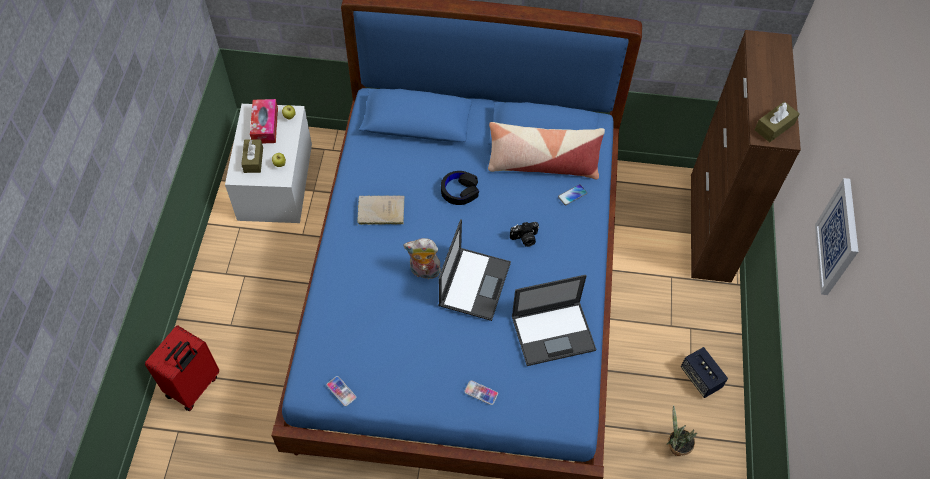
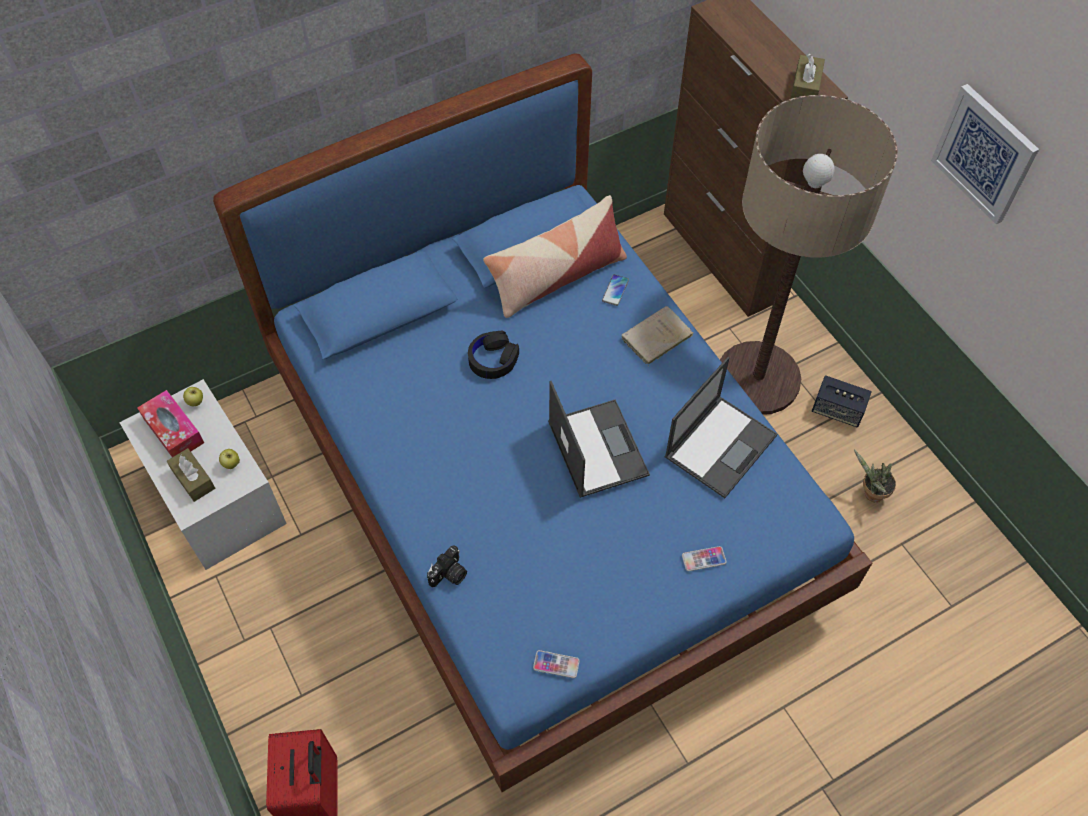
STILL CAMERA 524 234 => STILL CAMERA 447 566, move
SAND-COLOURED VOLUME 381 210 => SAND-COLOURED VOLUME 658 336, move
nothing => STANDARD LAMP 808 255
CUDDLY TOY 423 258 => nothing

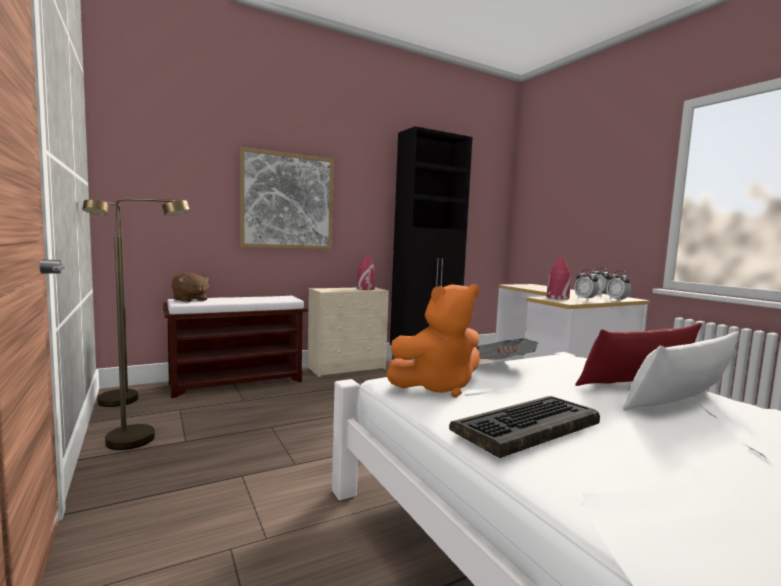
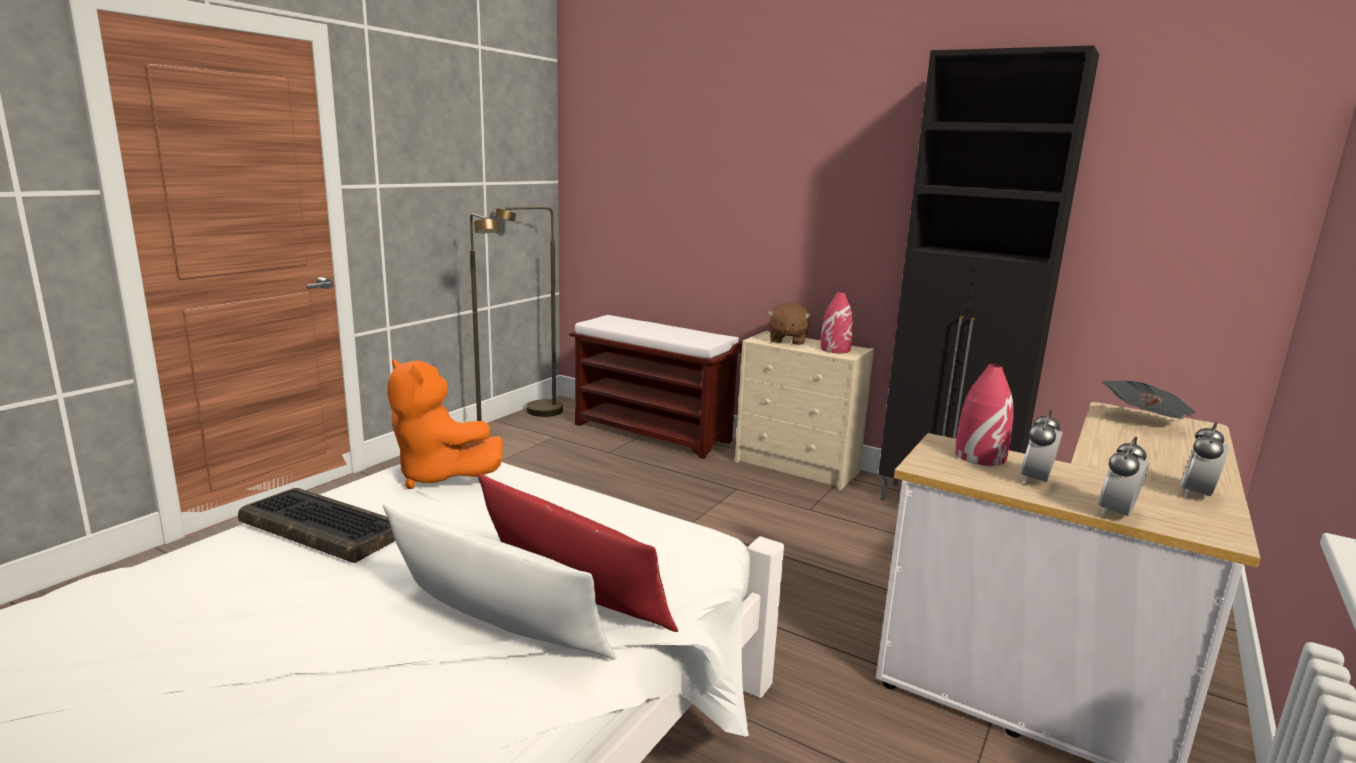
BROWN-COLOURED CUDDLY TOY 191 287 => BROWN-COLOURED CUDDLY TOY 789 323, move
PRINTED PAPER 507 349 => PRINTED PAPER 1148 399, move
WALL PICTURE 287 198 => nothing

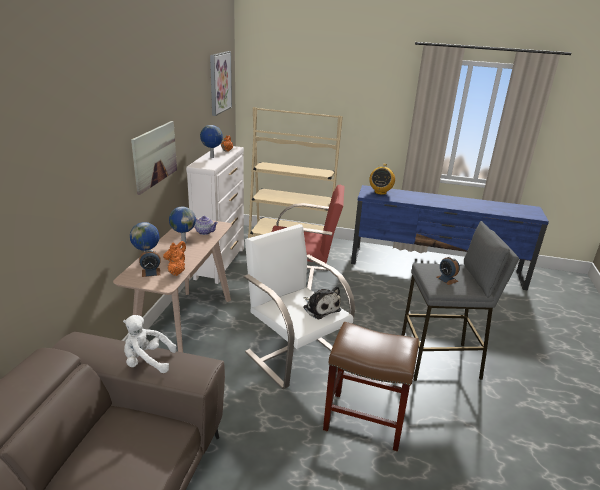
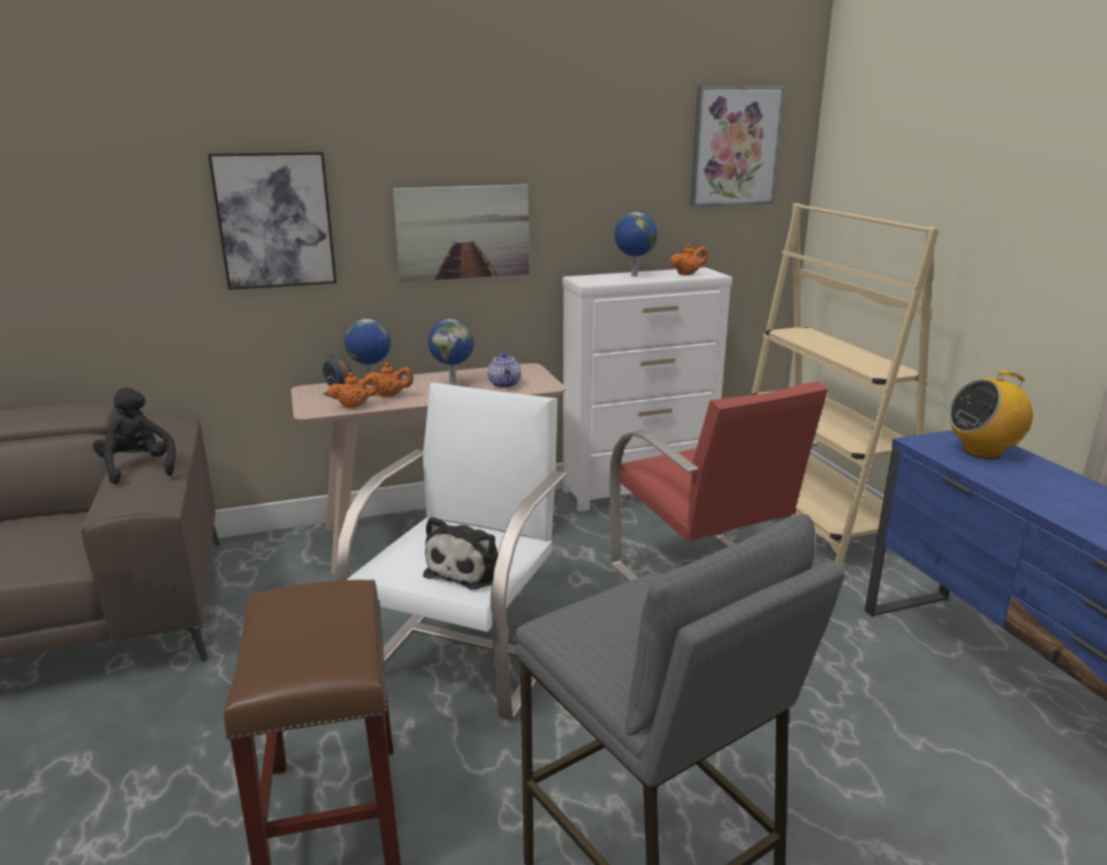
WHITISH CUDDLY TOY 150 344 => BLACKISH CUDDLY TOY 134 436
nothing => WALL PICTURE 272 221
ALARM CLOCK 448 270 => nothing

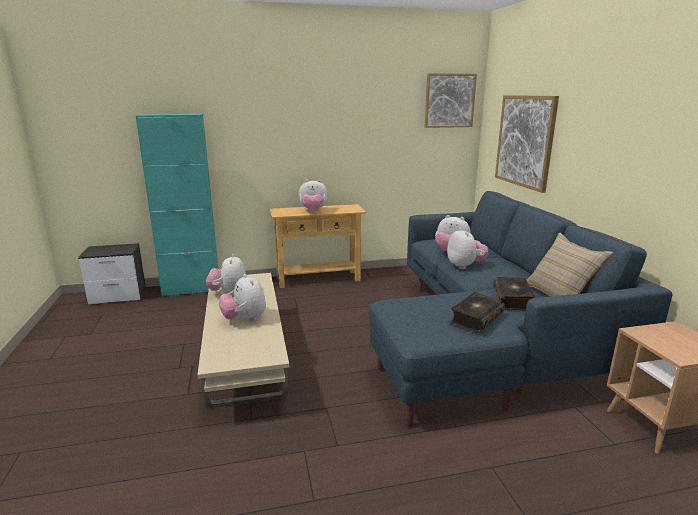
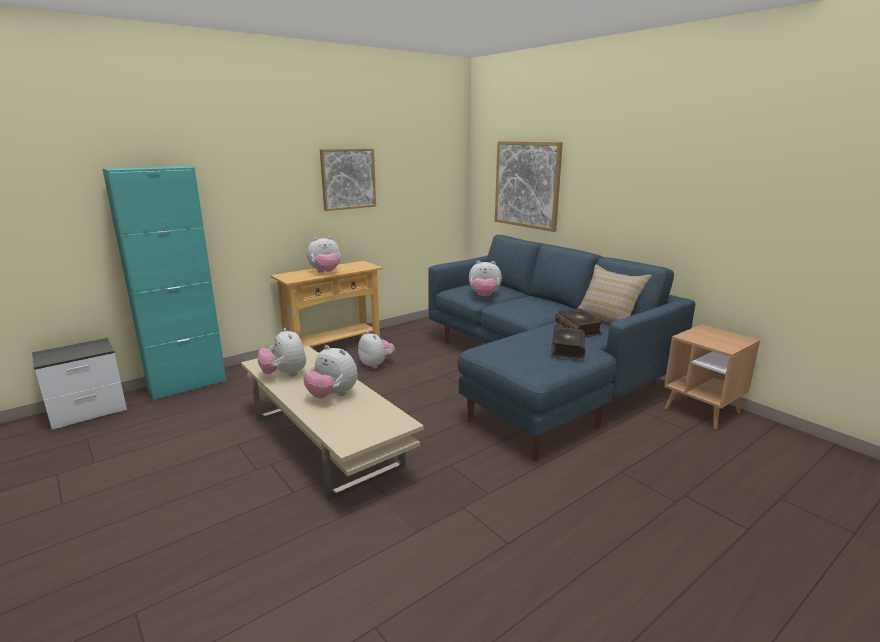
WALL PICTURE 451 100 => WALL PICTURE 348 179, move
CUDDLY TOY 467 248 => CUDDLY TOY 376 350, move

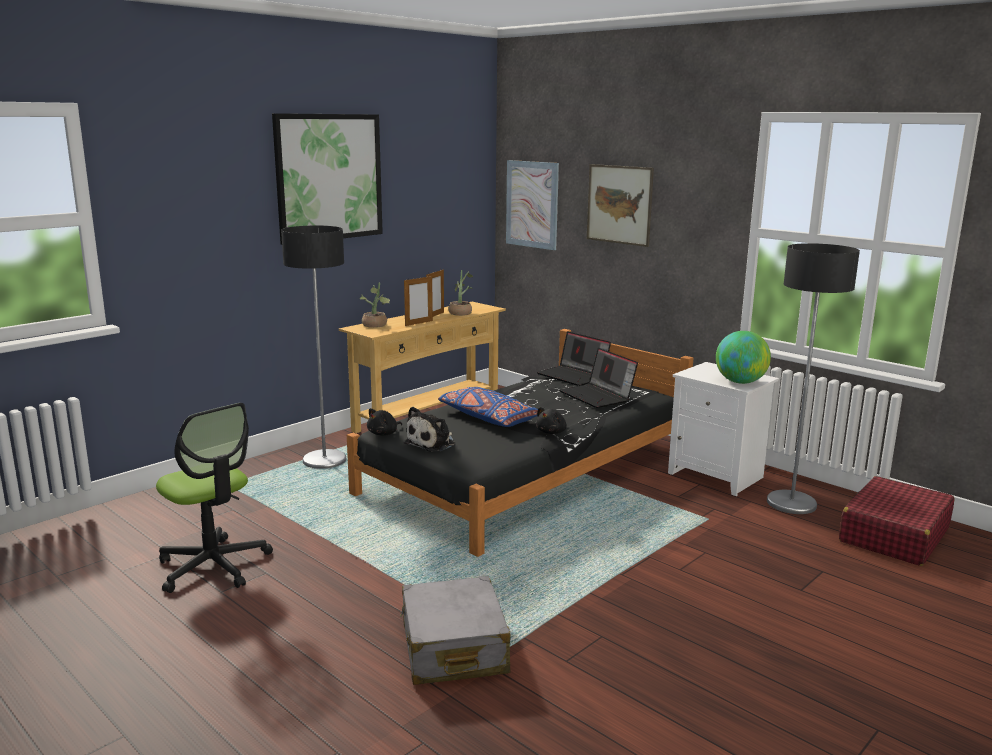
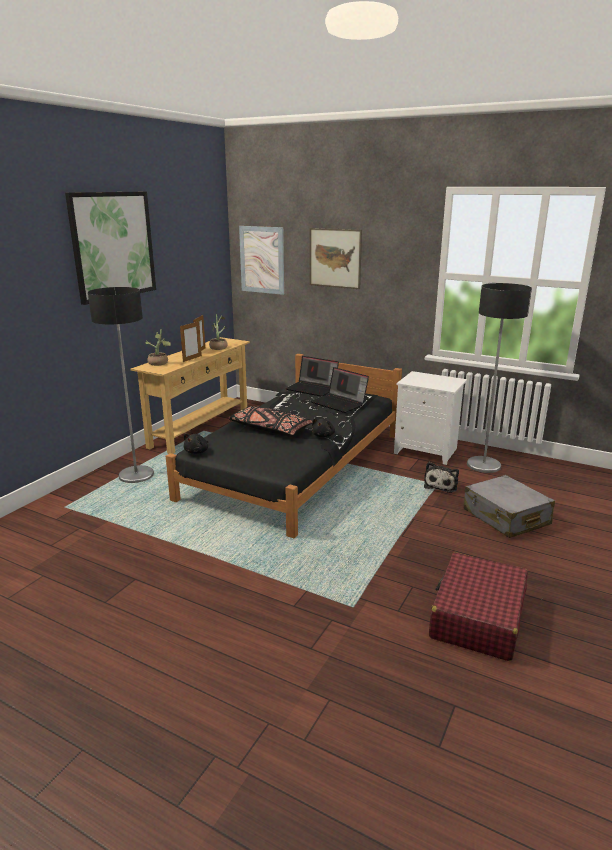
BLUE CUSHION 488 407 => BLACKISH CUSHION 270 421
CUDDLY TOY 429 429 => CUDDLY TOY 441 477, move
RED TRAVEL CASE 897 521 => RED TRAVEL CASE 478 606, move
GREYISH TRAVEL CASE 455 630 => GREYISH TRAVEL CASE 509 506, move
DESK CHAIR 214 498 => nothing
DESK GLOBE 743 357 => nothing

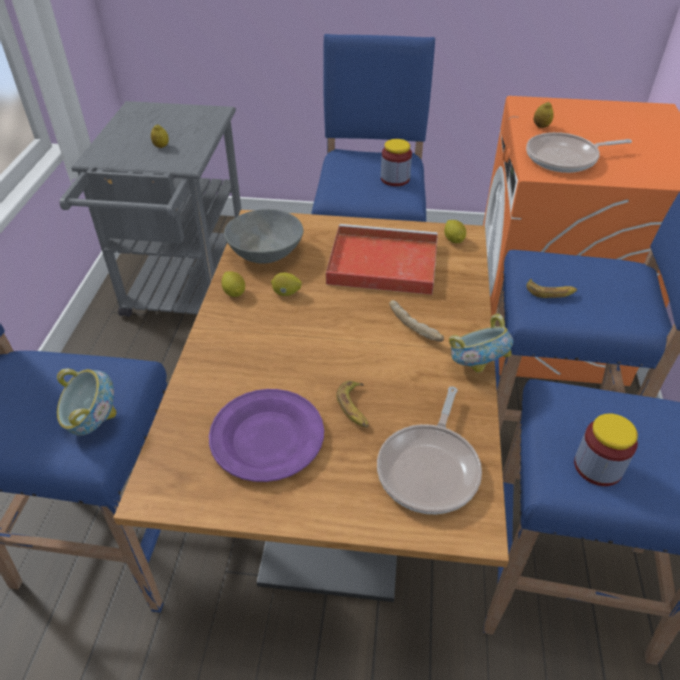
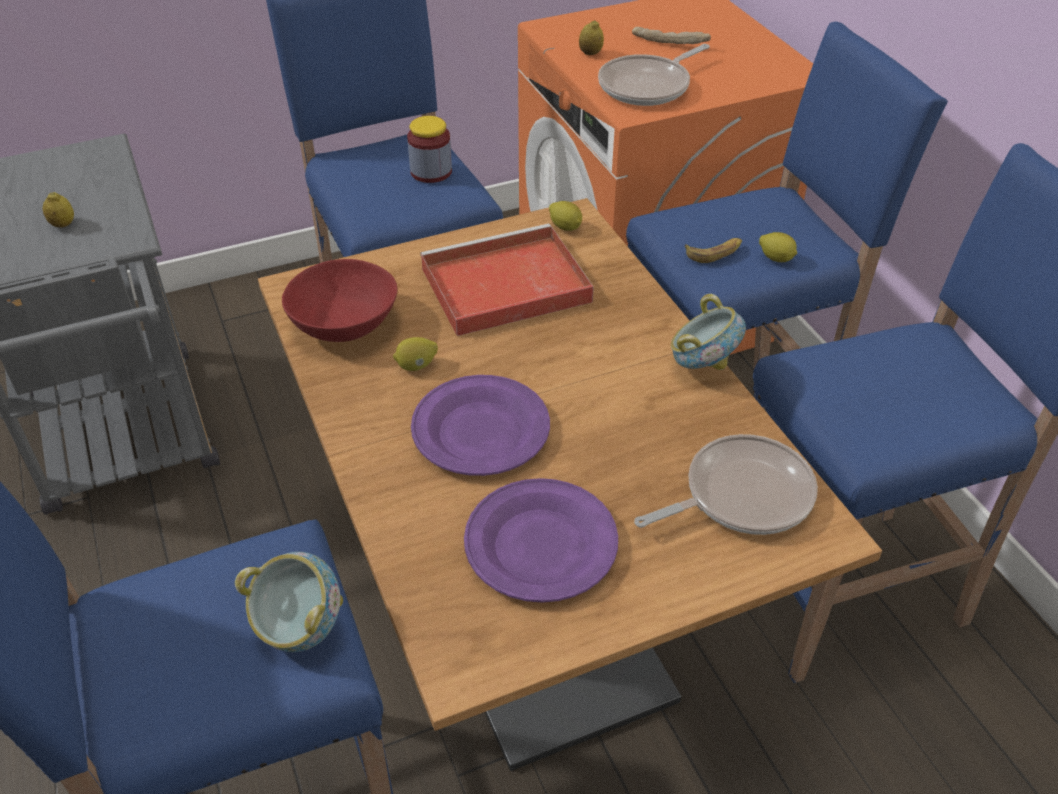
GREYISH DEEP DISH 263 236 => RED DEEP DISH 339 300
nothing => PURPLISH DINNER PLATE 480 425
BAKED BREAD 416 321 => BAKED BREAD 671 35, move
PAN 429 450 => PAN 726 484, 105 degrees counterclockwise
WHOLE LEMON 233 284 => WHOLE LEMON 778 247, move
WHOLE BANANA 352 404 => nothing
STORAGE JAR 606 449 => nothing

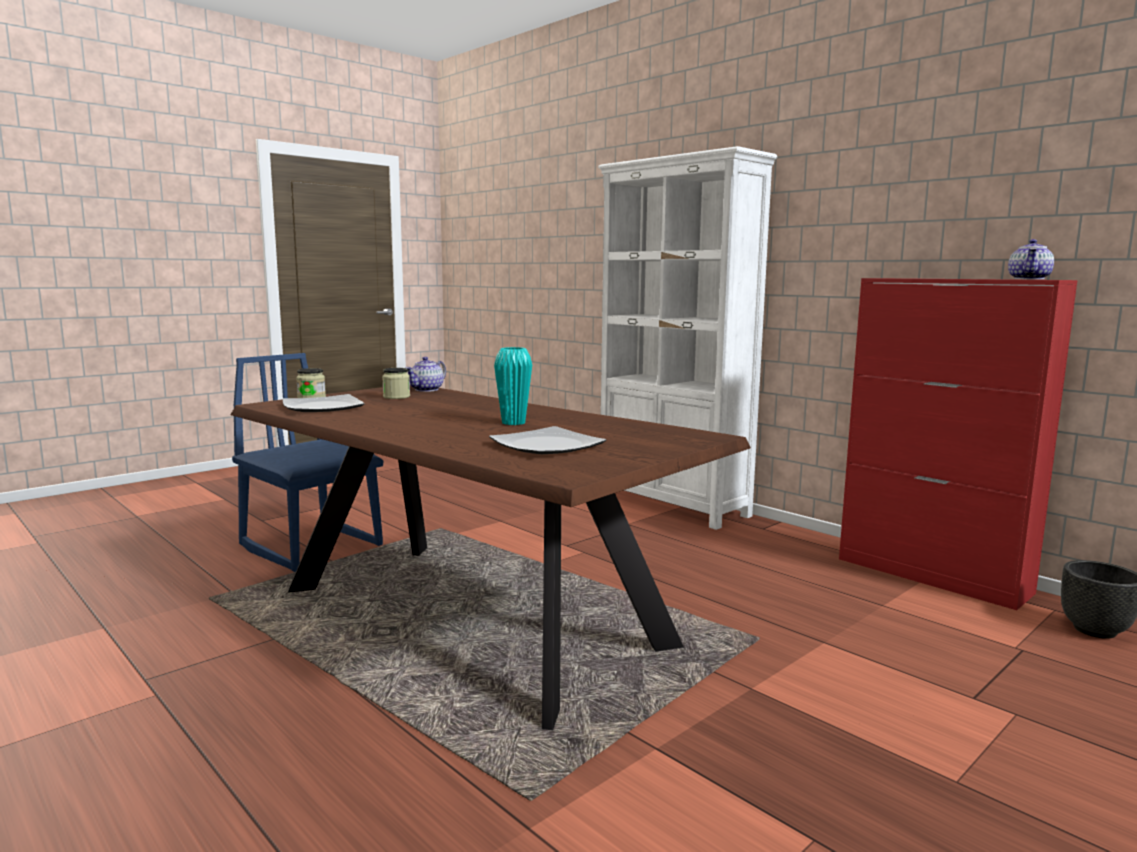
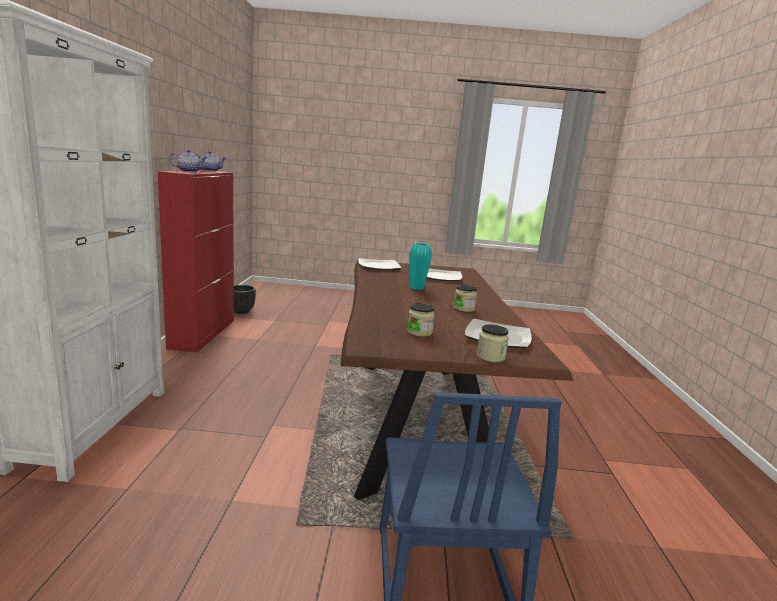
TEA POT 426 374 => TEA POT 189 161, move
nothing => DINNER PLATE 379 264
nothing => STORAGE JAR 465 298

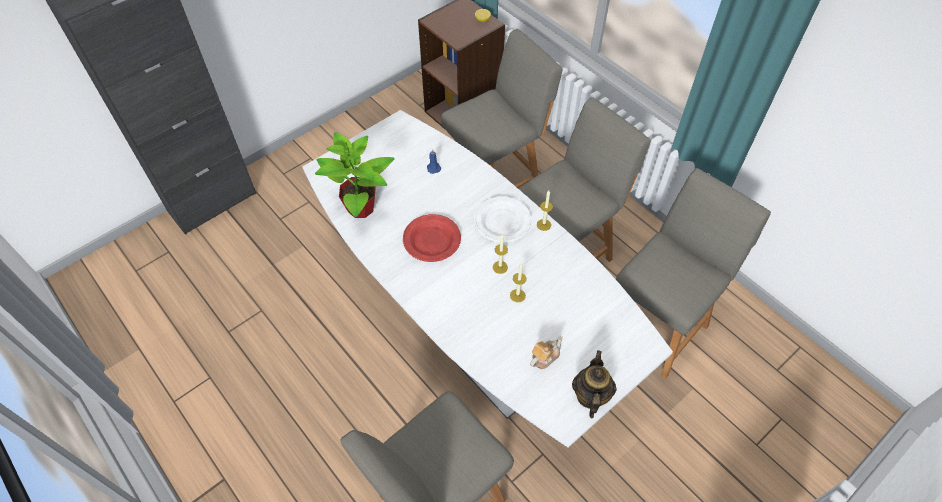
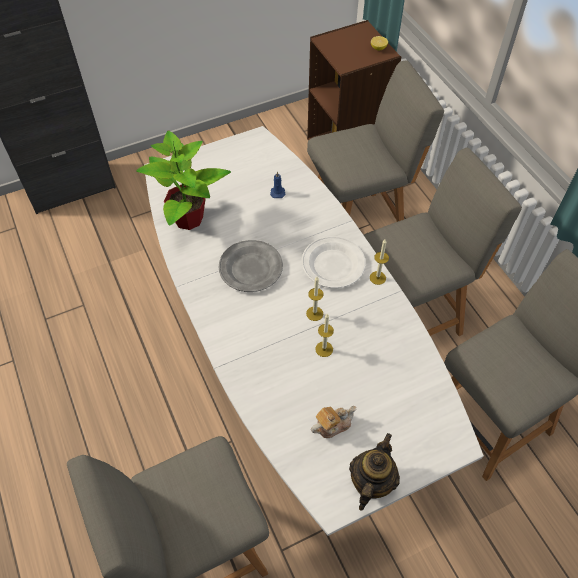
RED DINNER PLATE 432 238 => GREYISH DINNER PLATE 251 266

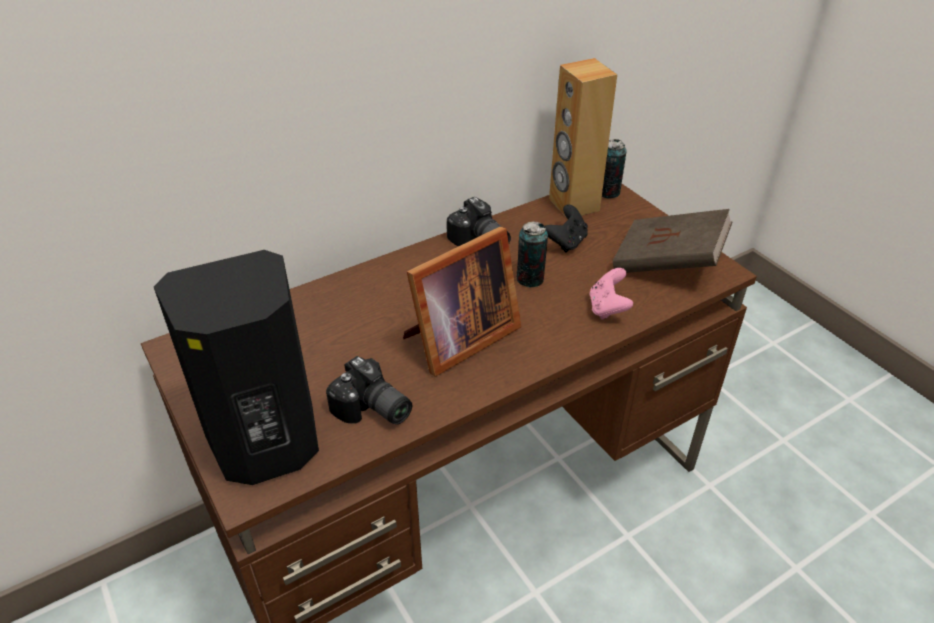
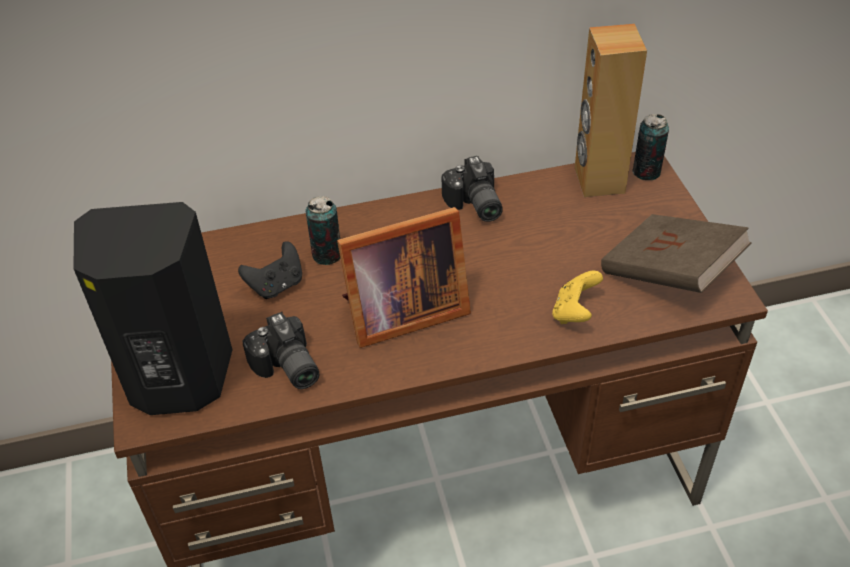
BLACKISH JOYPAD 566 228 => BLACKISH JOYPAD 270 270, move
SEALED CAN 532 254 => SEALED CAN 322 230, move
PINK JOYPAD 611 293 => YELLOW-COLOURED JOYPAD 577 297

